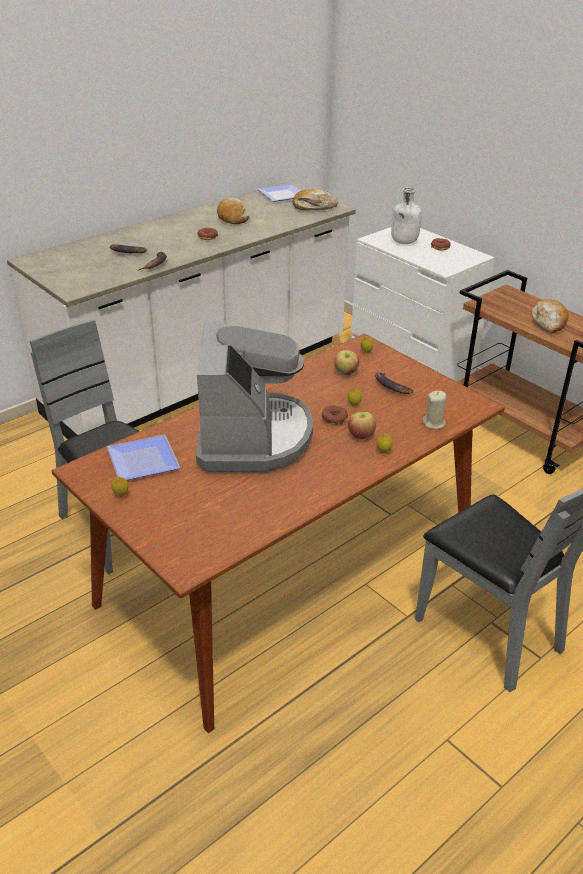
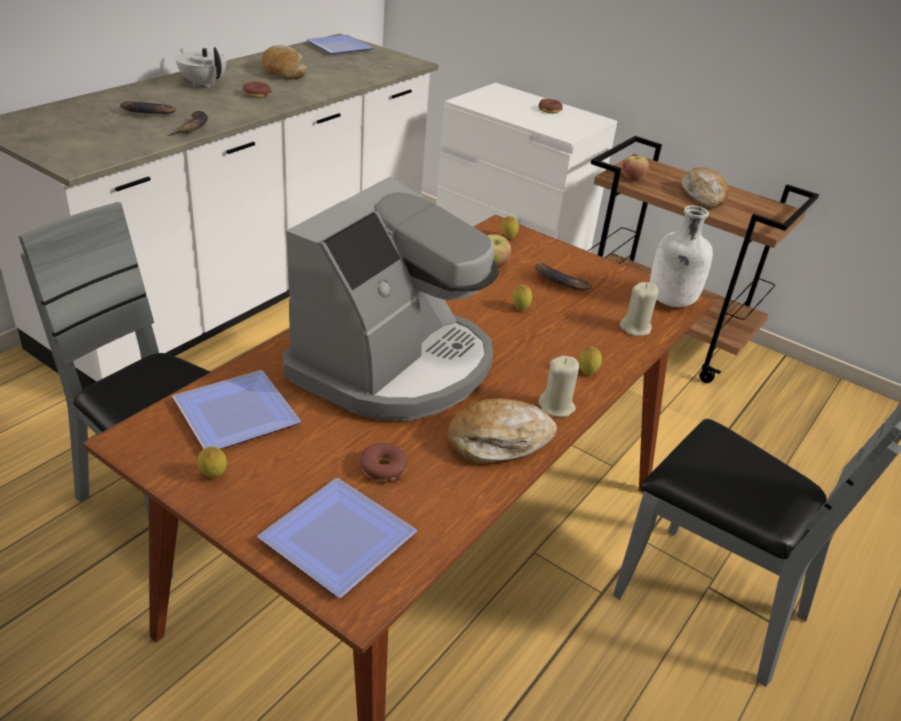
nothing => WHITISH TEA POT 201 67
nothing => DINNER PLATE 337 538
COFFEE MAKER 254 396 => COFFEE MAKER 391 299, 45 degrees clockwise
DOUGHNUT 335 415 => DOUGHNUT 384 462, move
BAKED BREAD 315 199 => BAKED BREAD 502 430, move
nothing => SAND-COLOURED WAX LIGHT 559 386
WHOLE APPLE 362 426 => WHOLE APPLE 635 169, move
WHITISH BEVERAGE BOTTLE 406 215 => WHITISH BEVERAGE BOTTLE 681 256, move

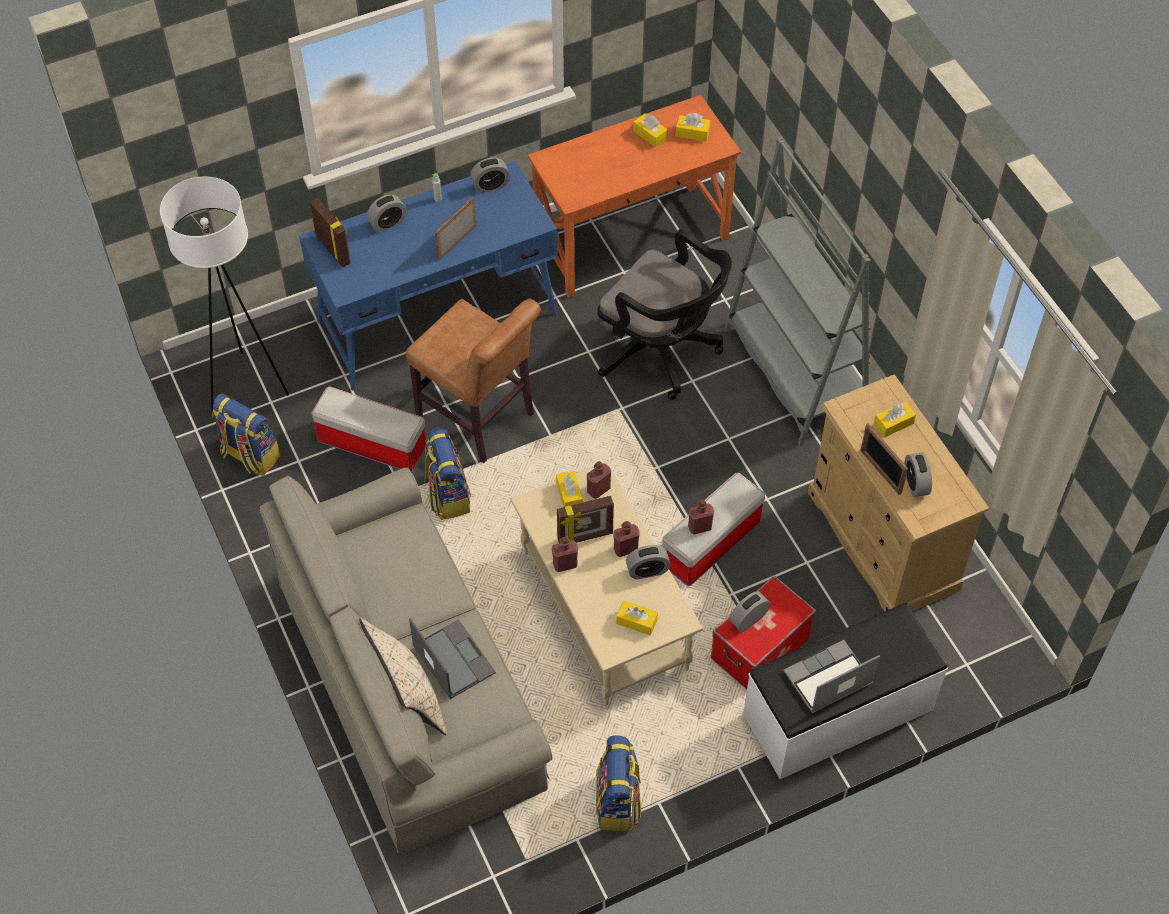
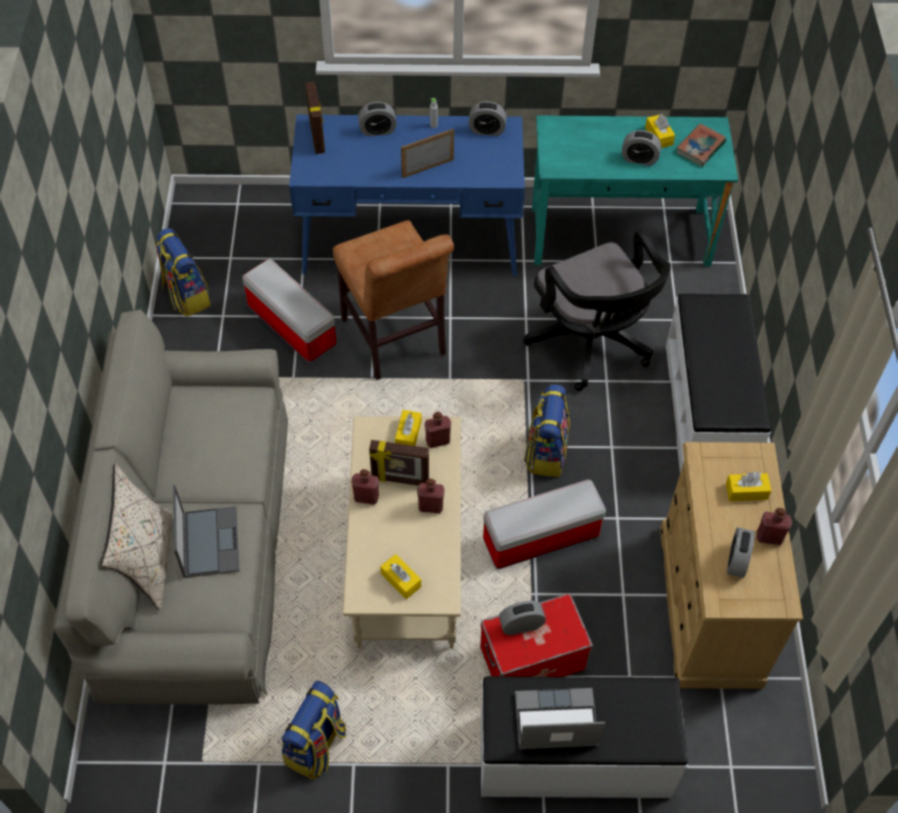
RUCKSACK 447 473 => RUCKSACK 547 430, move
ORANGE DESK 634 196 => TURQUOISE-COLOURED DESK 635 191
ALARM CLOCK 648 562 => ALARM CLOCK 641 148, move
GREYISH BOOKCASE 797 290 => WHITISH BENCH 718 383
YELLOW-COLOURED BOX OF TISSUES 693 127 => VOLUME 701 145
RED BEVERAGE BOTTLE 701 517 => RED BEVERAGE BOTTLE 774 526, move
WHITISH STANDARD LAMP 224 295 => nothing
STANDING FRAME 884 459 => nothing

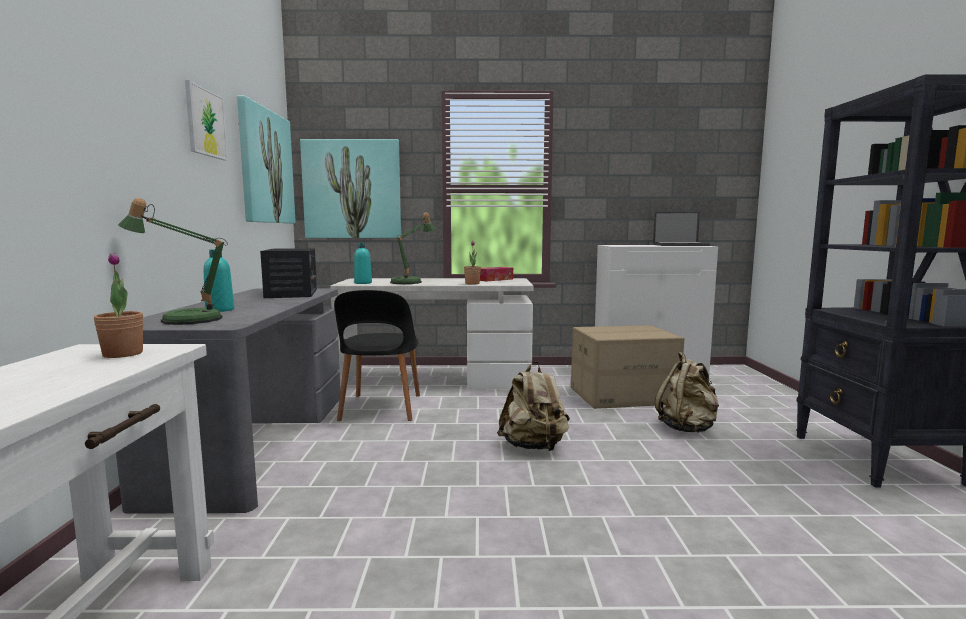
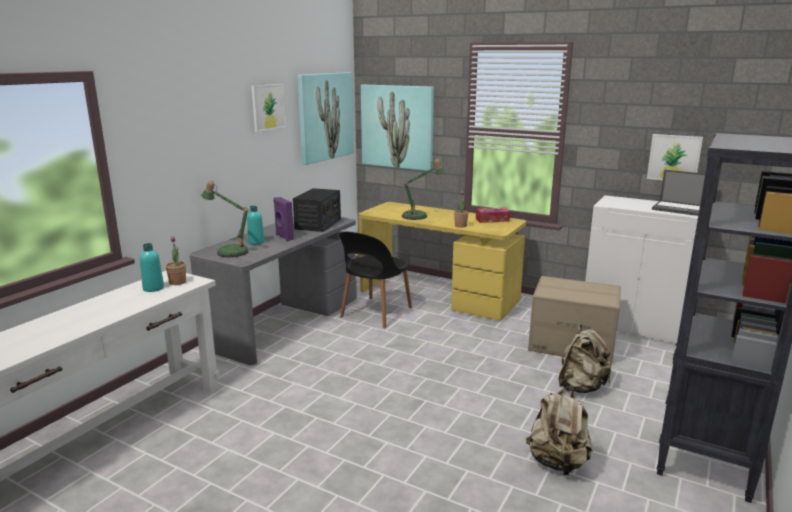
TURQUOISE-COLOURED BEVERAGE BOTTLE 363 263 => TURQUOISE-COLOURED BEVERAGE BOTTLE 152 267, move
nothing => PURPLISH LOUDSPEAKER 283 219
WHITISH DESK 432 334 => YELLOW-COLOURED DESK 442 261
SAND-COLOURED RUCKSACK 533 406 => SAND-COLOURED RUCKSACK 559 430, move
nothing => WALL PICTURE 675 157

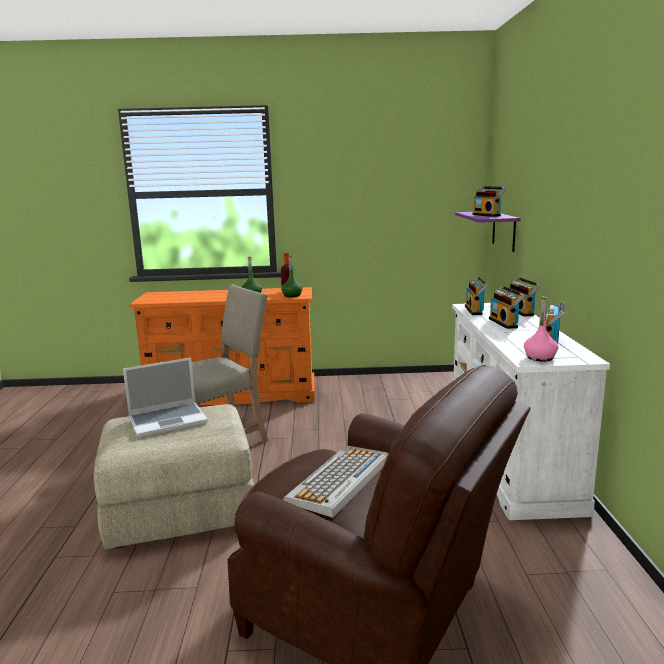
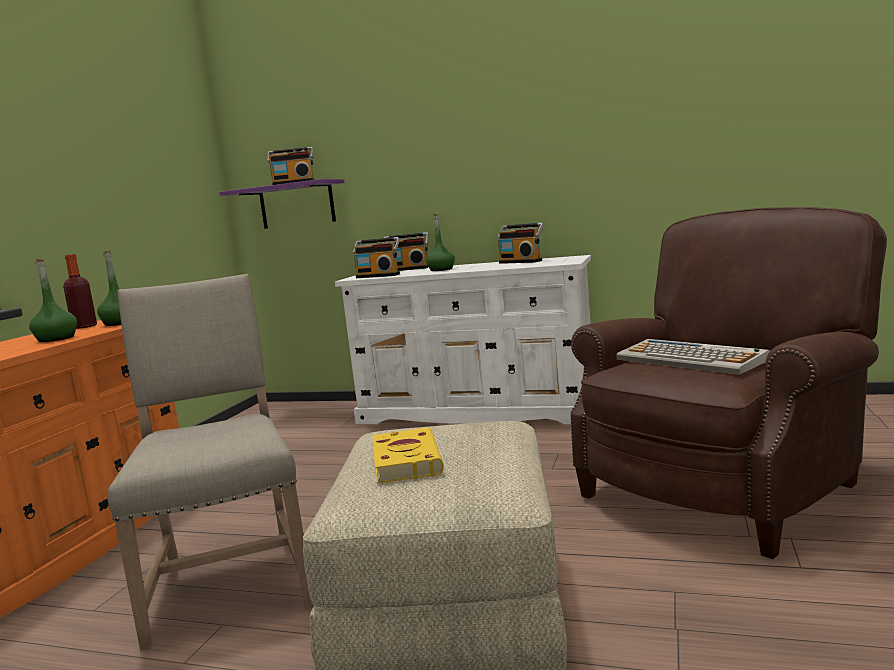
PORTABLE COMPUTER 165 397 => YELLOW-COLOURED VOLUME 408 455
RADIO 507 307 => GREENISH BEVERAGE BOTTLE 440 242
PINK BEVERAGE BOTTLE 541 329 => nothing

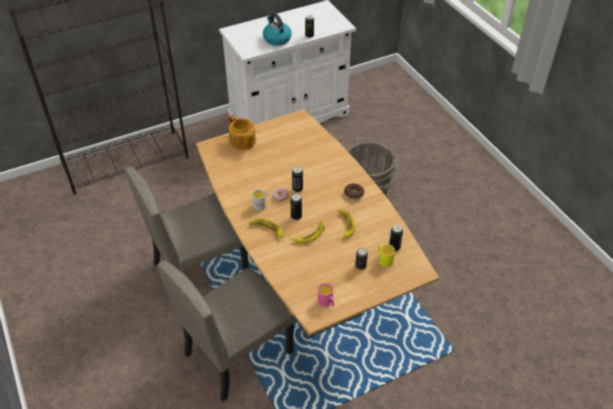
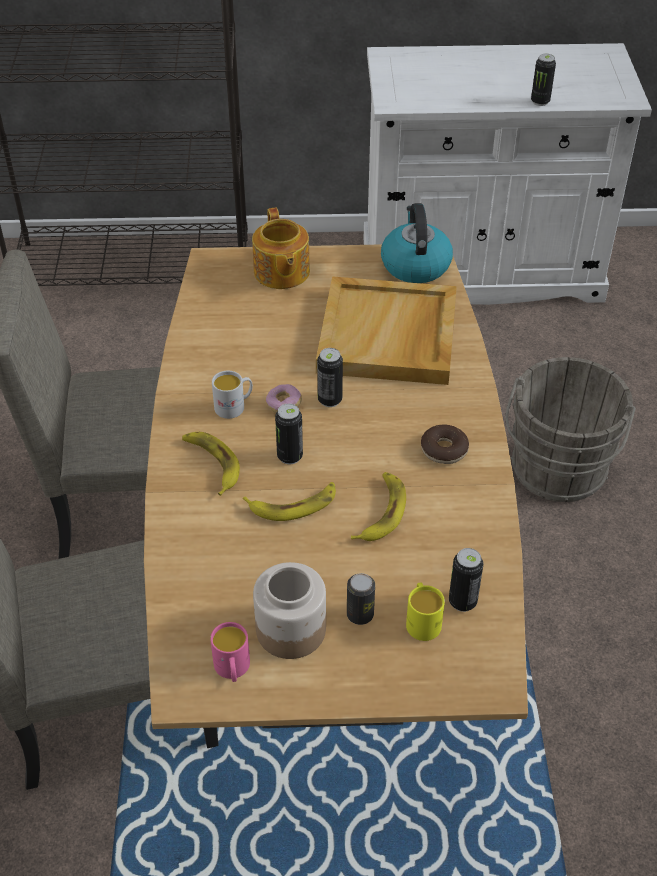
nothing => STORAGE JAR 289 610
nothing => SAND-COLOURED SERVING TRAY 386 330
WATER KETTLE 277 29 => WATER KETTLE 417 243, move

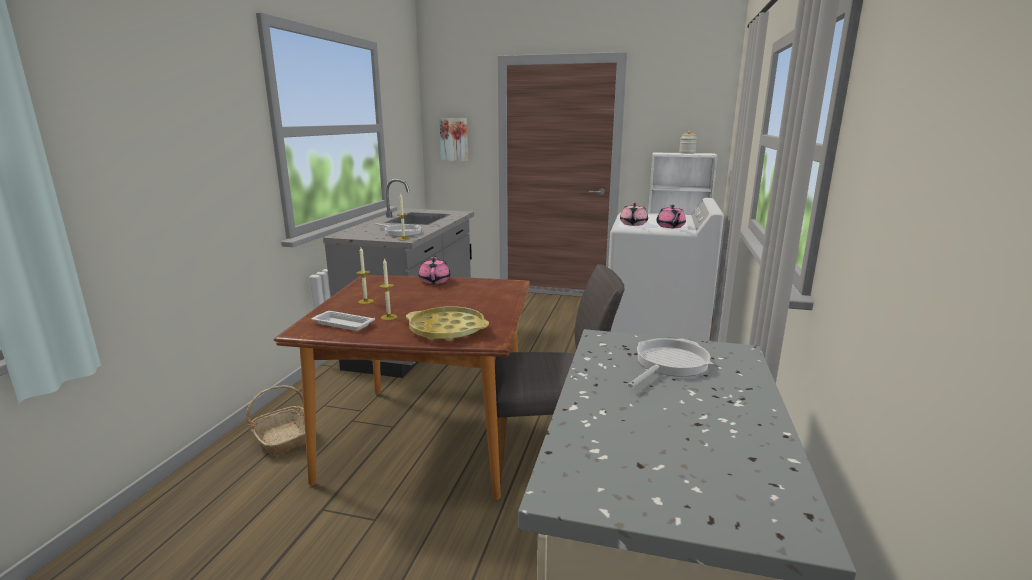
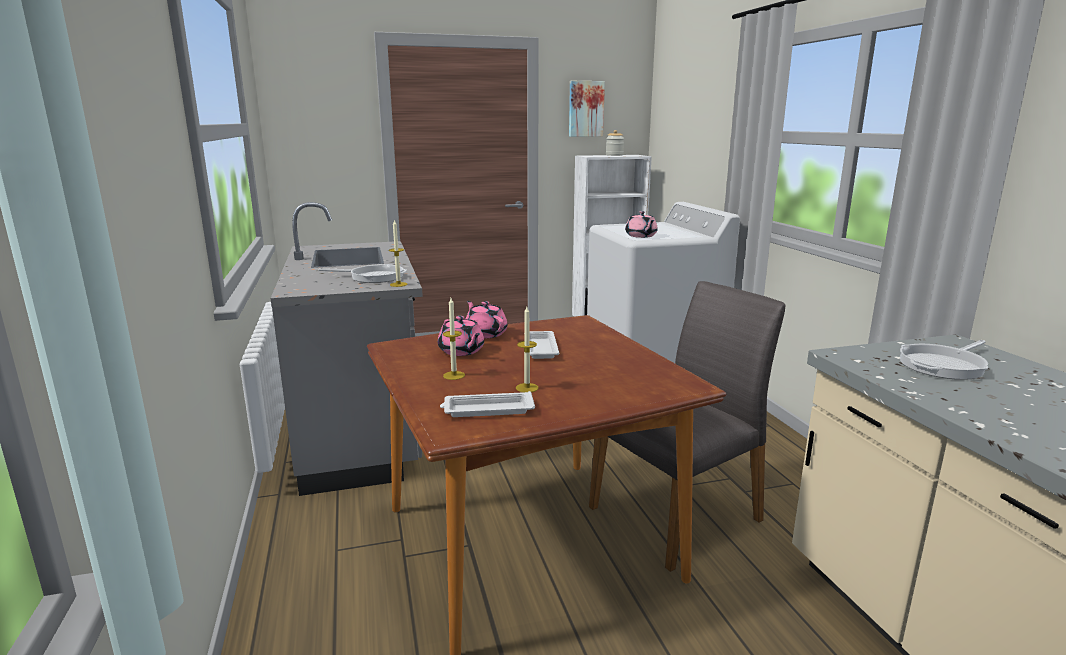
PINK TEA POT 671 216 => PINK TEA POT 461 336, move
nothing => WHITISH SERVING TRAY 544 345
WALL PICTURE 453 139 => WALL PICTURE 587 109, move
PAN 669 363 => PAN 944 360, 135 degrees counterclockwise
STORAGE BASKET 276 420 => nothing
YELLOW-COLOURED SERVING TRAY 447 324 => nothing

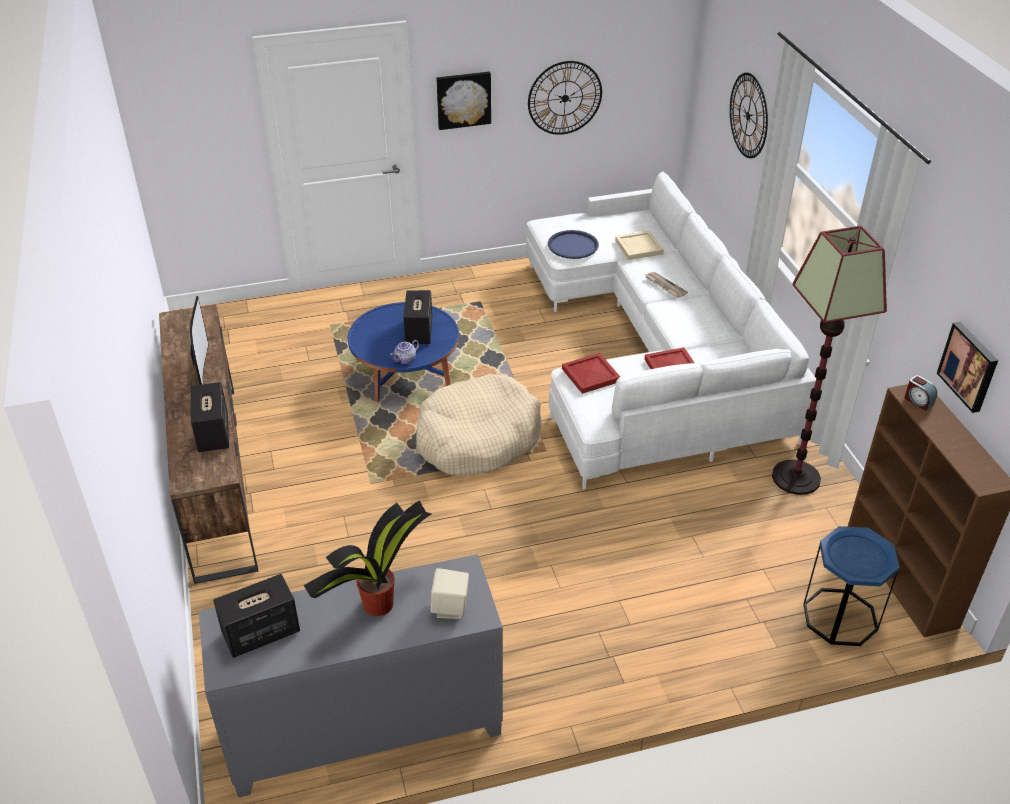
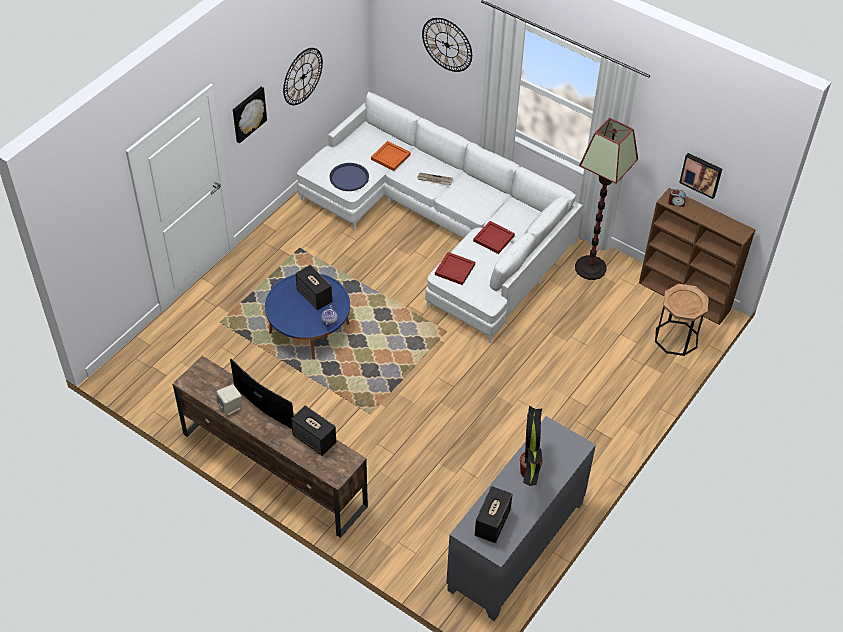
SAND-COLOURED LOUDSPEAKER 449 593 => SAND-COLOURED LOUDSPEAKER 229 399, move
SAND-COLOURED SERVING TRAY 639 245 => ORANGE SERVING TRAY 391 156
BLUE SIDE TABLE 851 586 => BROWN-COLOURED SIDE TABLE 681 320
SAND-COLOURED DOG CUSHION 479 424 => nothing

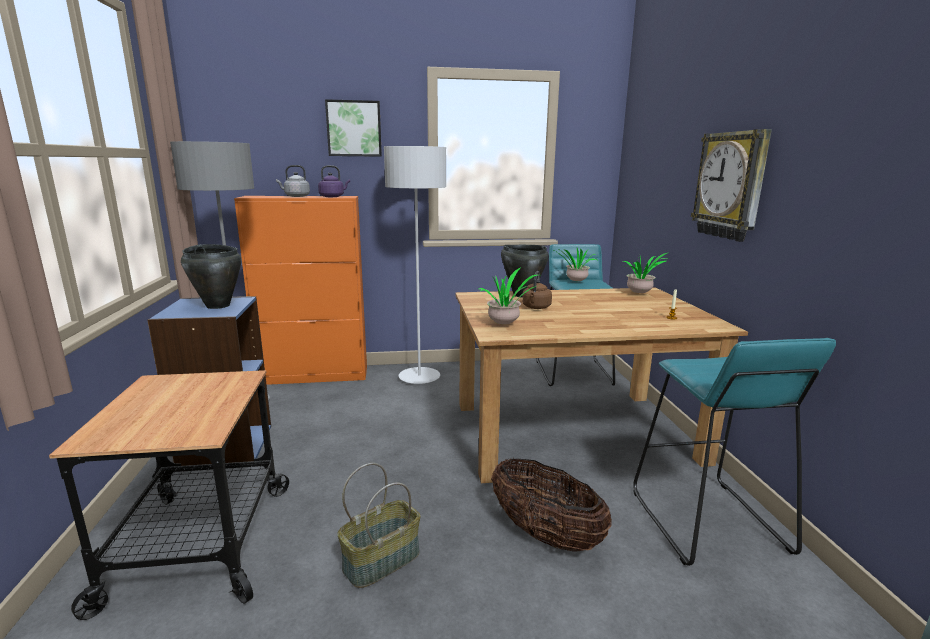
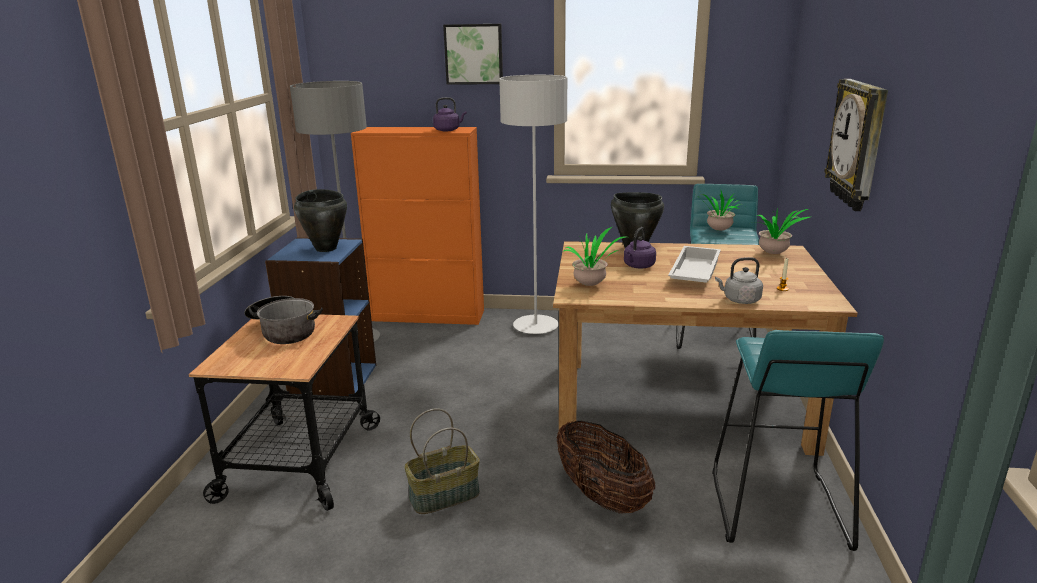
nothing => STOCKPOT 283 320
BROWN-COLOURED WATER KETTLE 537 290 => PURPLISH WATER KETTLE 640 247
nothing => WHITISH SERVING TRAY 694 264
GREYISH WATER KETTLE 293 181 => GREYISH WATER KETTLE 739 280, move

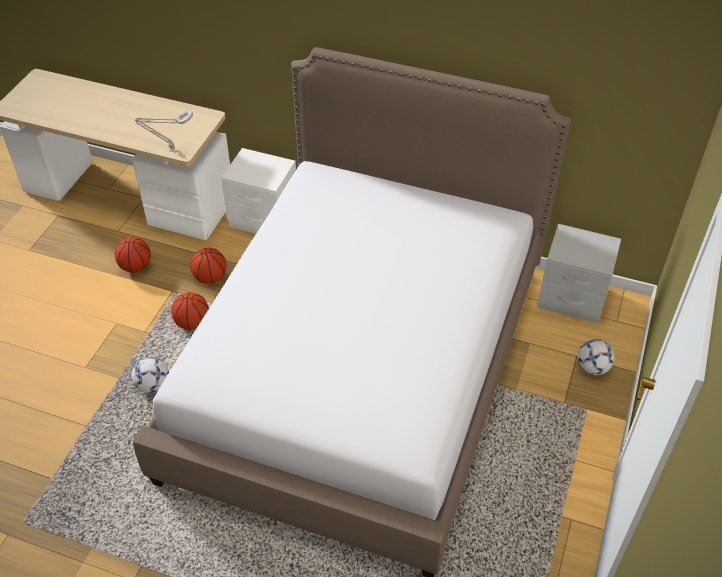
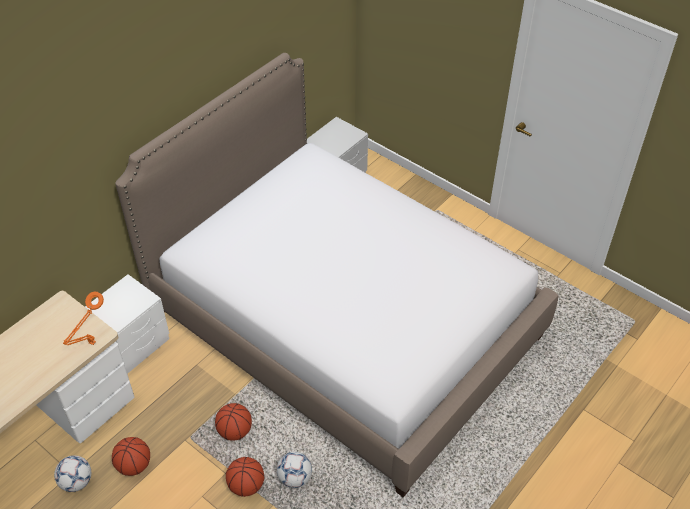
FOOTBALL 596 357 => FOOTBALL 72 474, move
GREYISH TABLETOP LAMP 164 131 => ORANGE TABLETOP LAMP 83 318
BASKETBALL BALL 208 266 => BASKETBALL BALL 245 477, move

